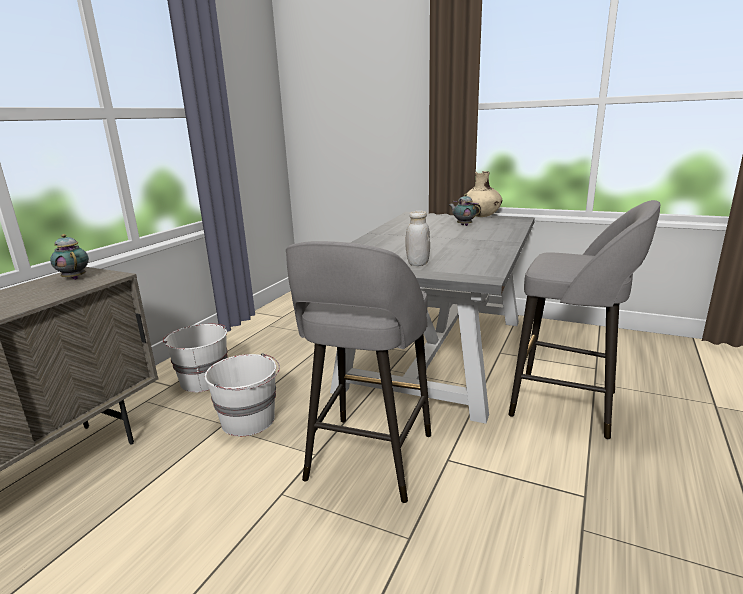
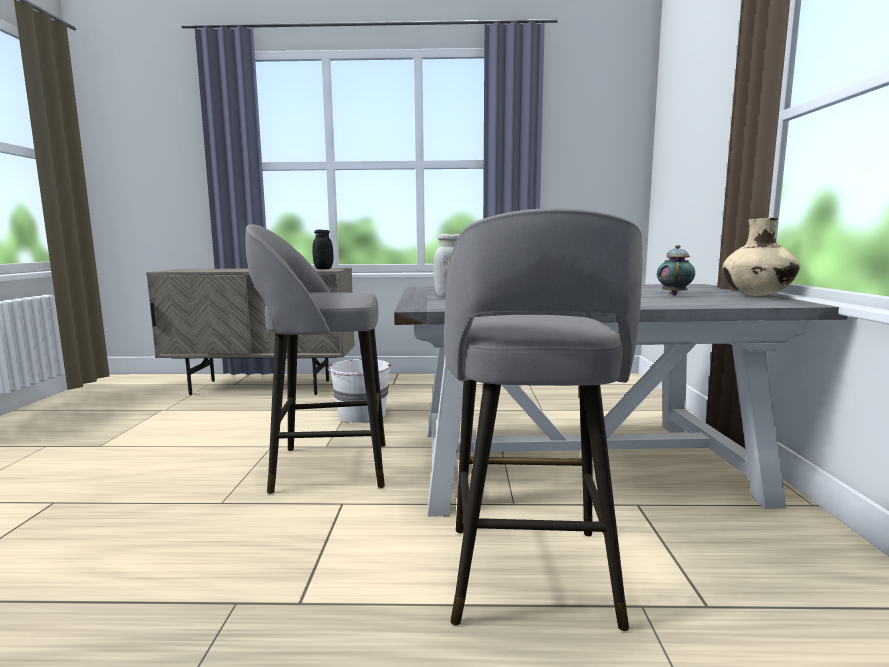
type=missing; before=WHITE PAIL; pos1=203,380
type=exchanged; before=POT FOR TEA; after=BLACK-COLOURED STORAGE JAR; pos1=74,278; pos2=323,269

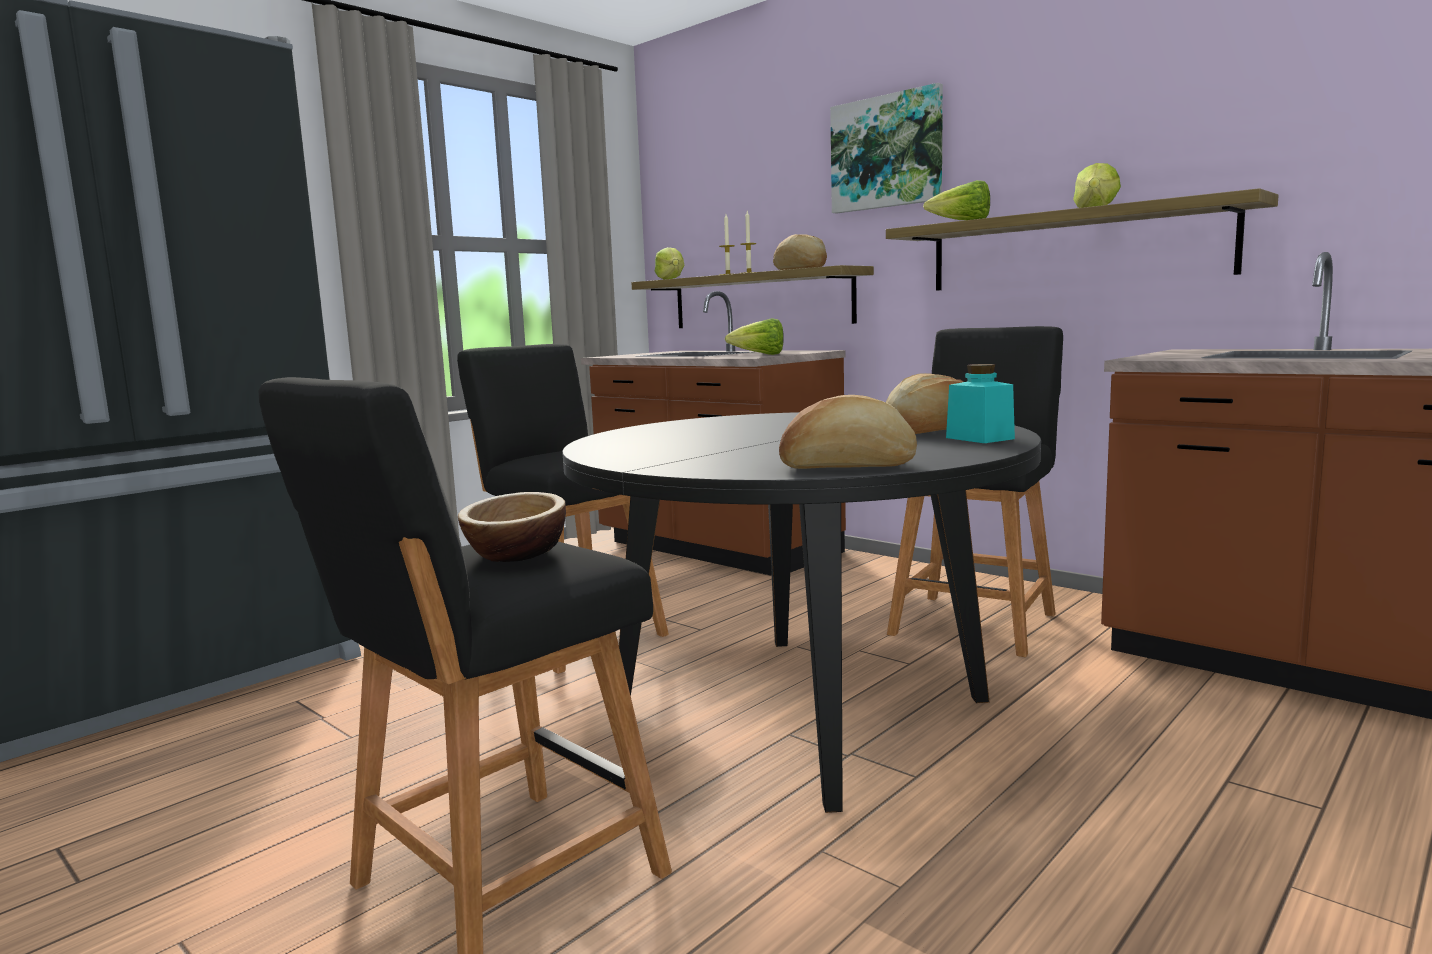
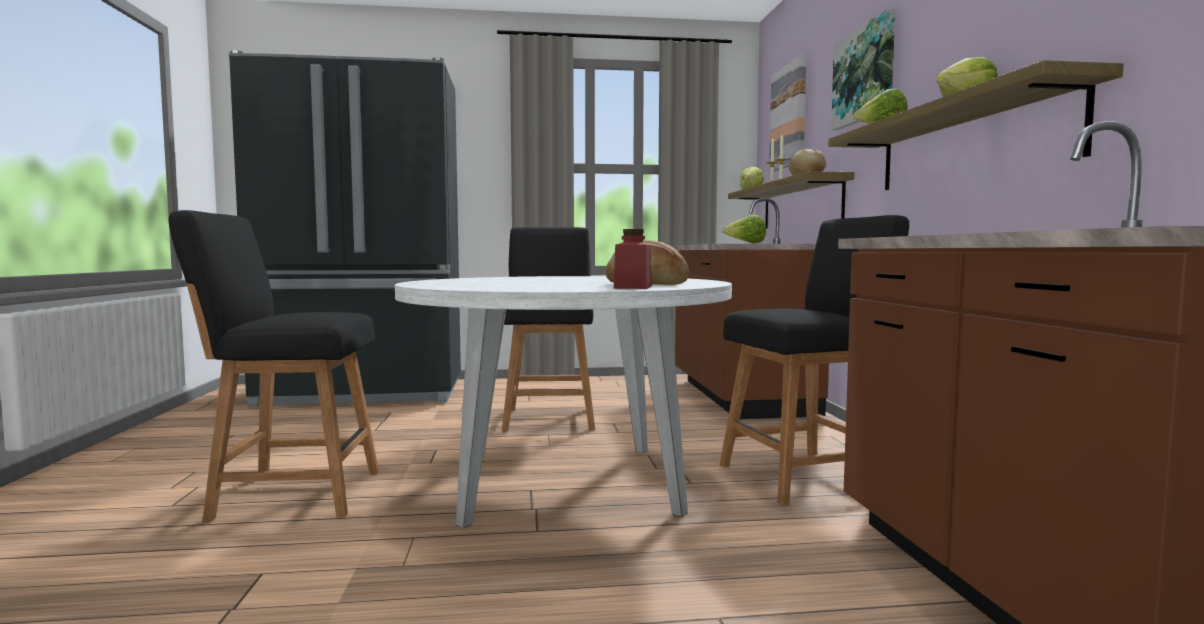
type=missing; before=DEEP DISH; pos1=516,553
type=missing; before=BREAD; pos1=847,467
type=appeared; after=WALL ART; pos2=789,117
type=colour; before=BLACK-COLOURED KITCHEN TABLE; after=WHITE KITCHEN TABLE; pos1=801,709; pos2=566,482
type=colour; before=TURQUOISE-COLOURED STORAGE JAR; after=REDDISH STORAGE JAR; pos1=979,438; pos2=633,287

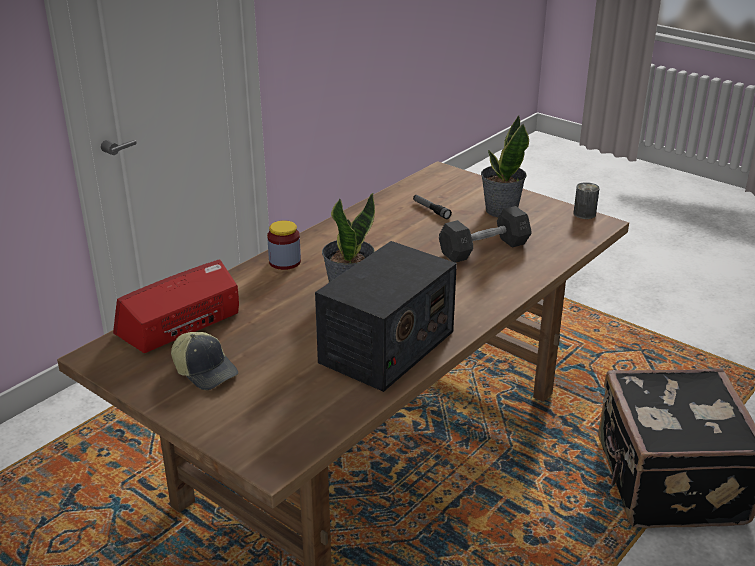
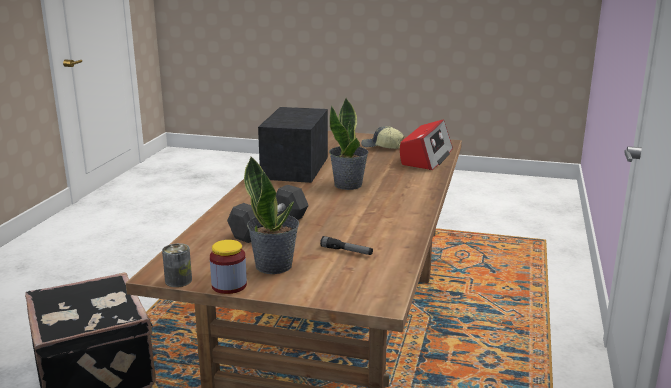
type=relocated; before=STORAGE JAR; pos1=285,262; pos2=229,285

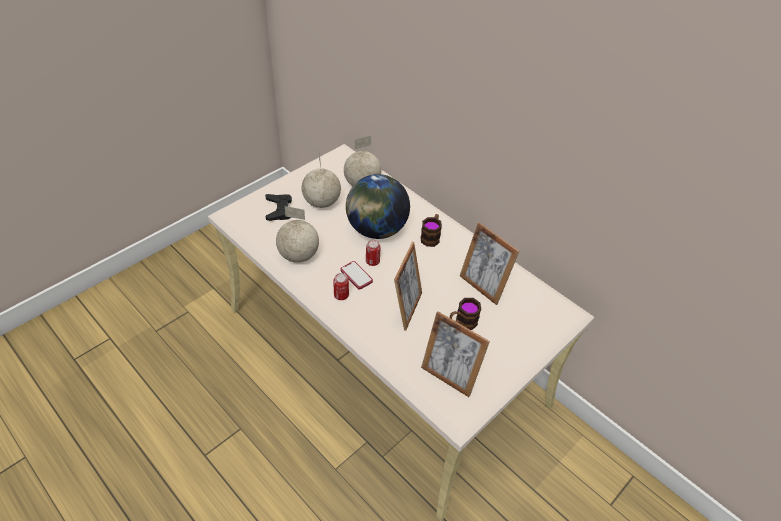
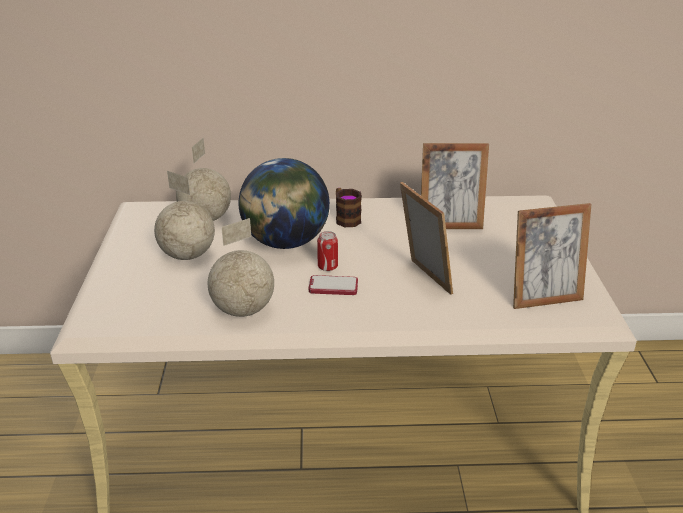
type=missing; before=BLACK-COLOURED GAME CONTROLLER; pos1=279,209
type=missing; before=SEALED CAN; pos1=341,295
type=missing; before=TEA MUG; pos1=462,323

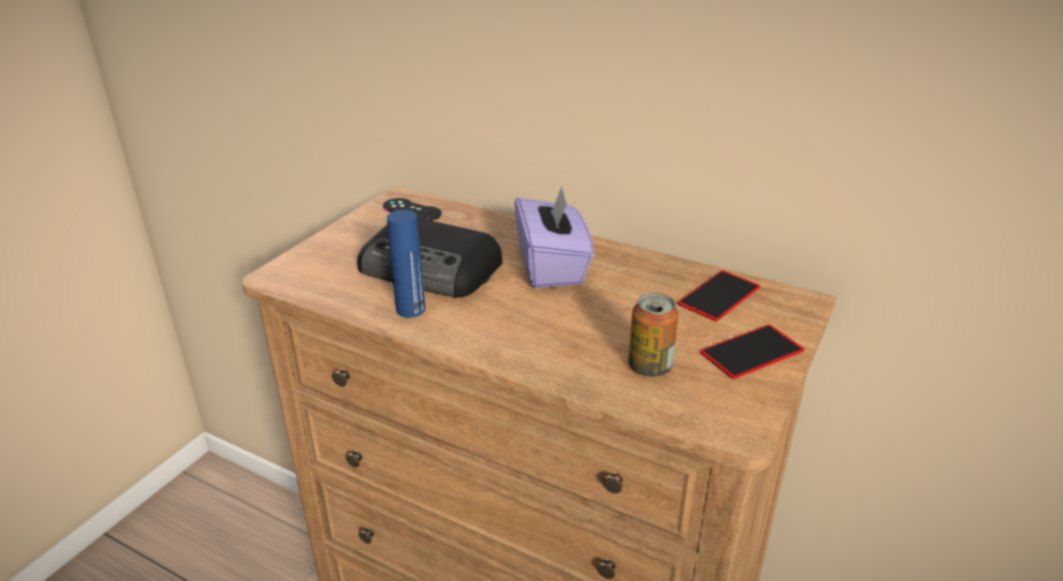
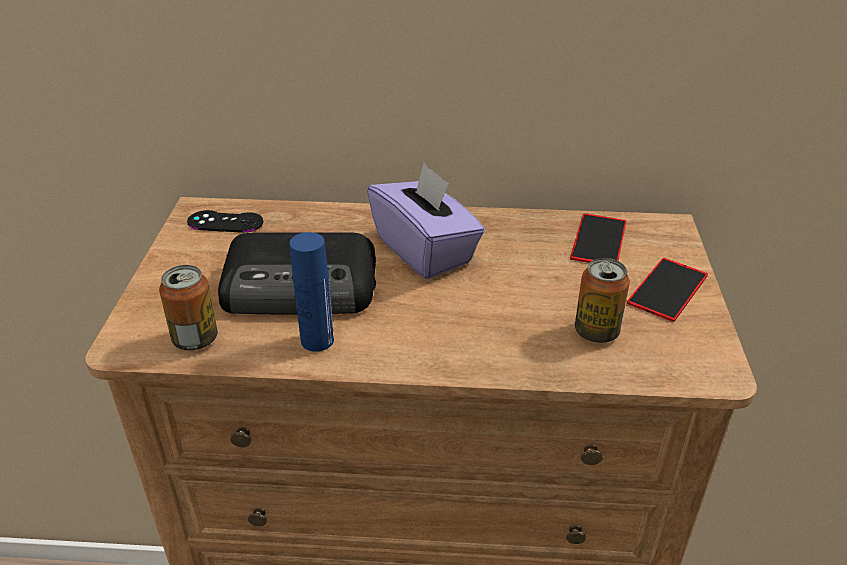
type=appeared; after=SEALED CAN; pos2=195,339

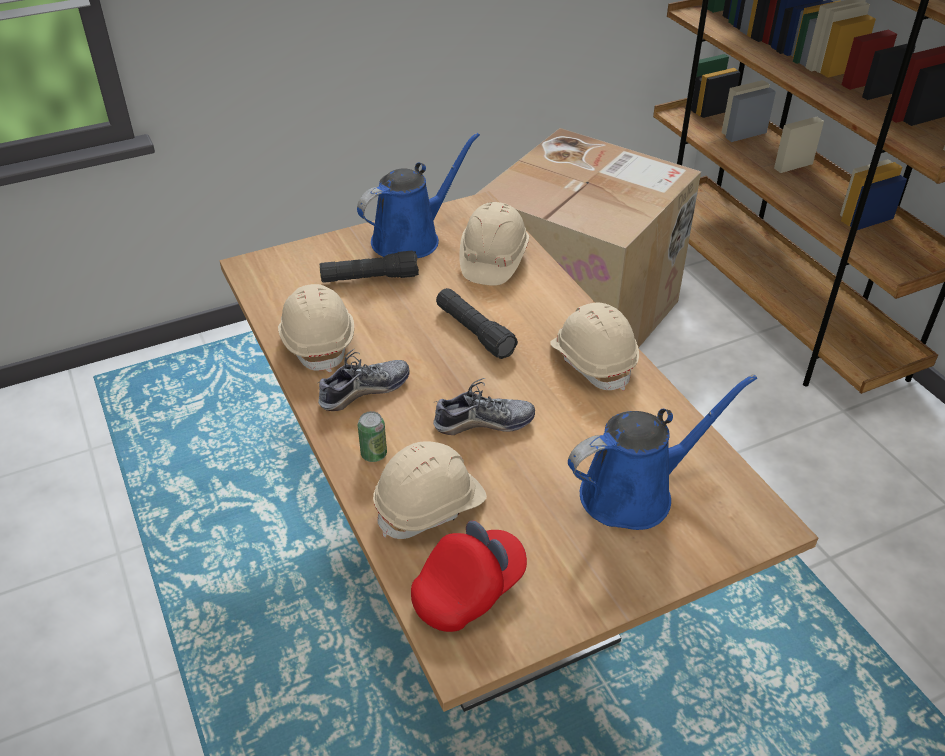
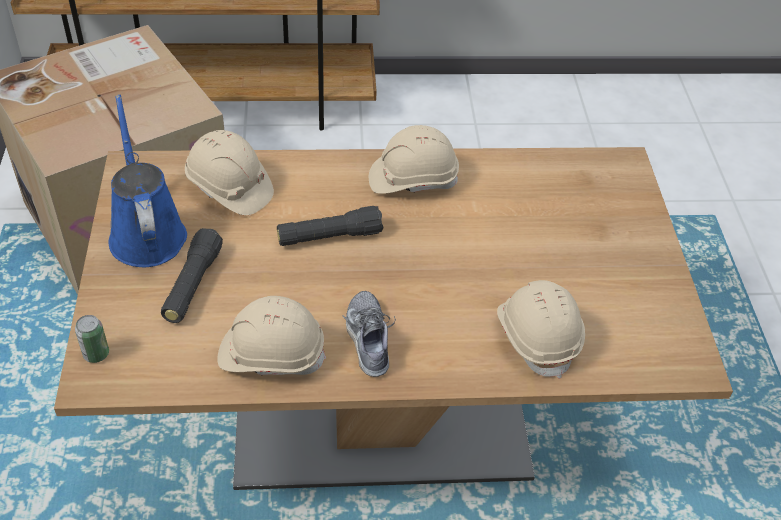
type=missing; before=REDDISH BASEBALL CAP; pos1=469,591
type=missing; before=ITEM OF FOOTWEAR; pos1=483,422
type=missing; before=BLUE-COLOURED WATERING CAN; pos1=635,492
type=relocated; before=SEALED CAN; pos1=374,454; pos2=96,354

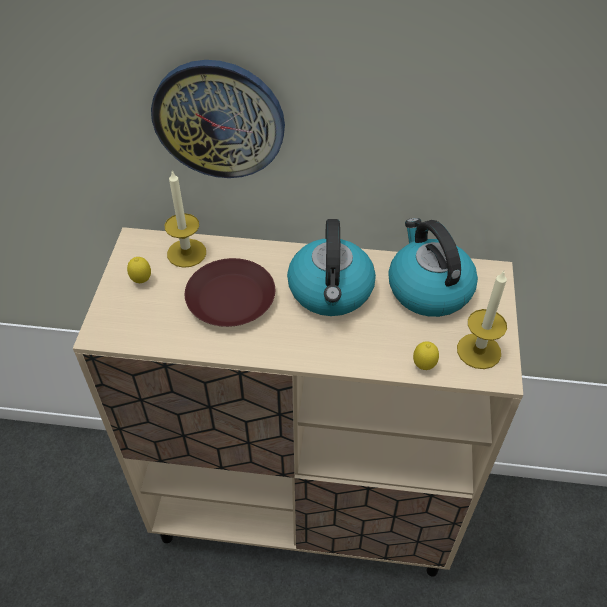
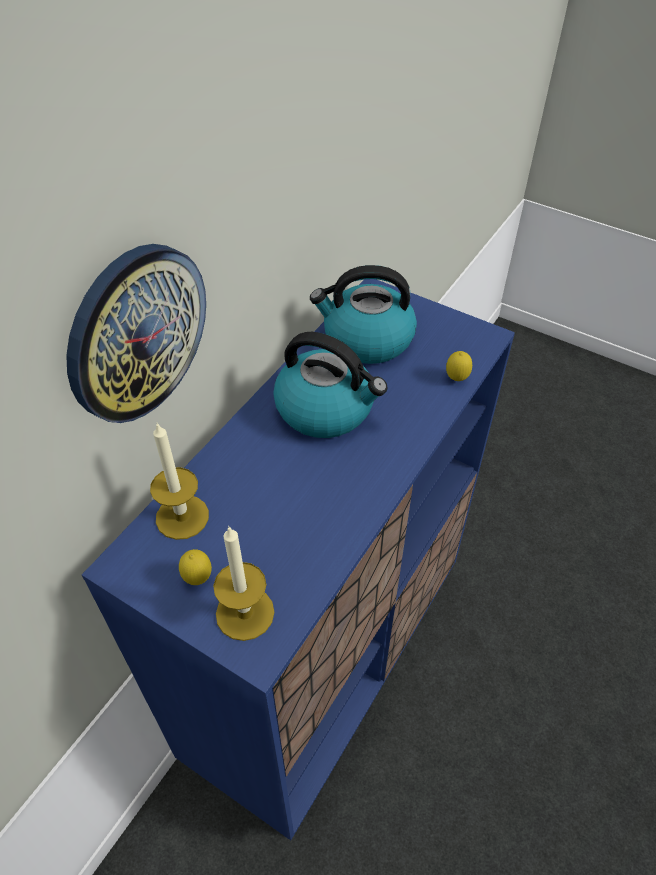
type=missing; before=BROWN-COLOURED PLATE; pos1=230,298
type=relocated; before=CANDLE; pos1=478,351; pos2=245,613
type=colour; before=SAND-COLOURED STORAGE CABINET; after=BLUE-COLOURED STORAGE CABINET; pos1=304,511; pos2=328,666

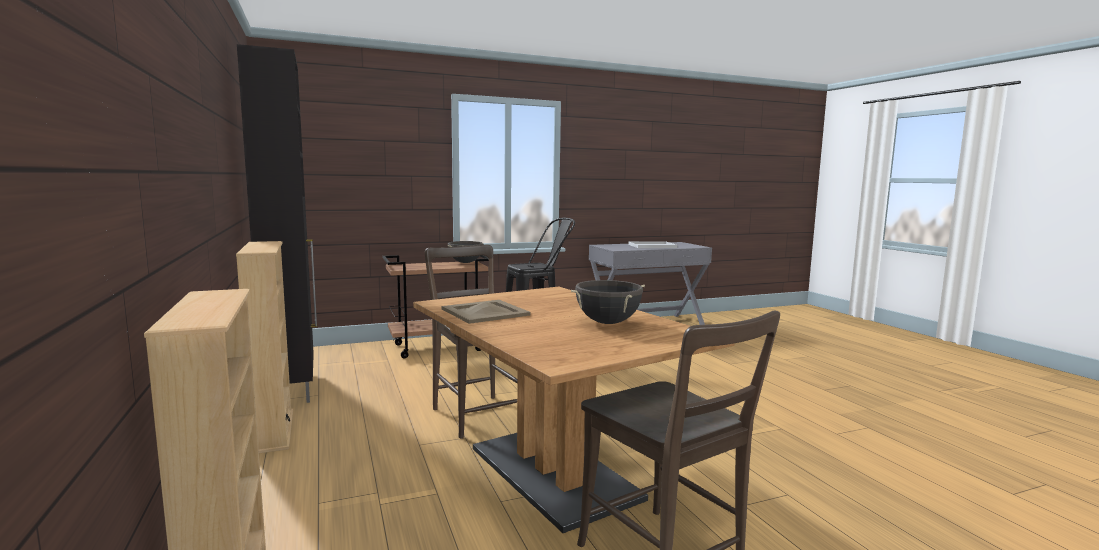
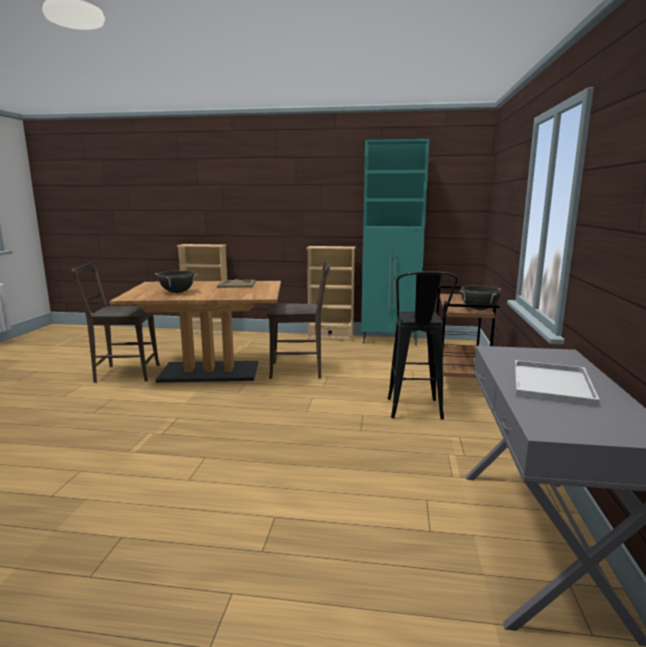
type=colour; before=BLACK-COLOURED STORAGE CABINET; after=TURQUOISE-COLOURED STORAGE CABINET; pos1=291,388; pos2=390,341

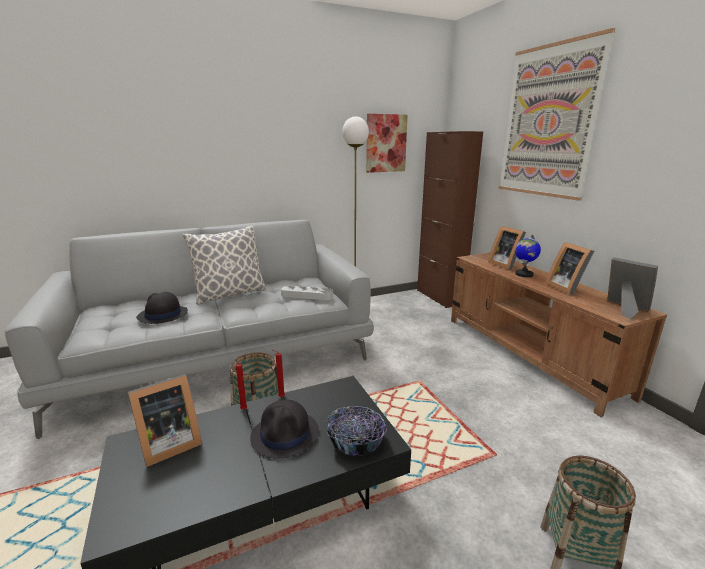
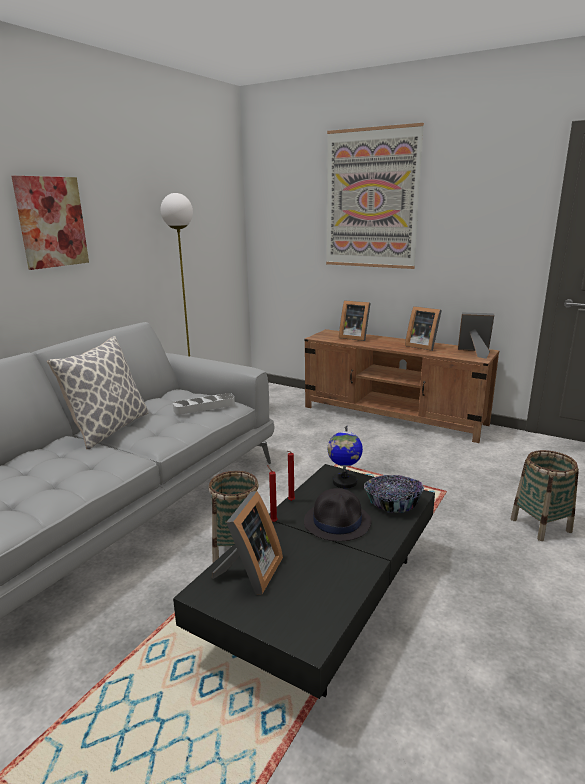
type=missing; before=BLACK-COLOURED HAT; pos1=162,315
type=missing; before=BROWN-COLOURED STORAGE CABINET; pos1=440,297
type=relocated; before=WALL ART; pos1=386,143; pos2=51,222
type=relocated; before=DESK GLOBE; pos1=523,274; pos2=344,482

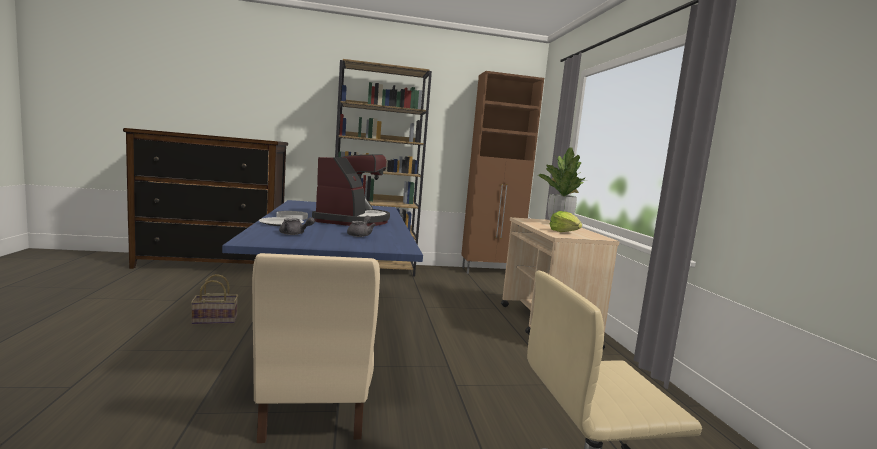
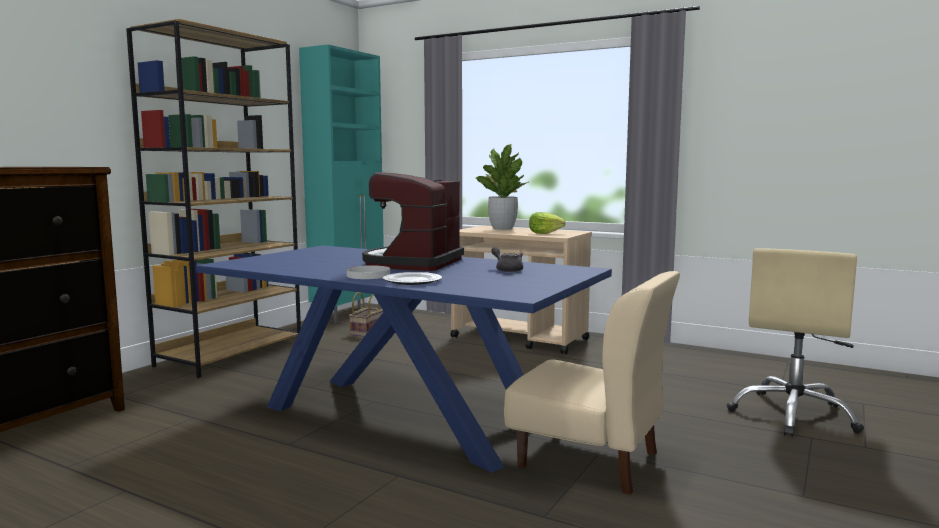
type=missing; before=GREY POT FOR TEA; pos1=294,234
type=relocated; before=HOUSEHOLD BASKET; pos1=216,319; pos2=367,332
type=colour; before=BROWN-COLOURED STORAGE CABINET; after=TURQUOISE-COLOURED STORAGE CABINET; pos1=490,271; pos2=349,313
type=spun; before=COFFEE MACHINE; pos1=353,220; pos2=413,263; turn=-120

